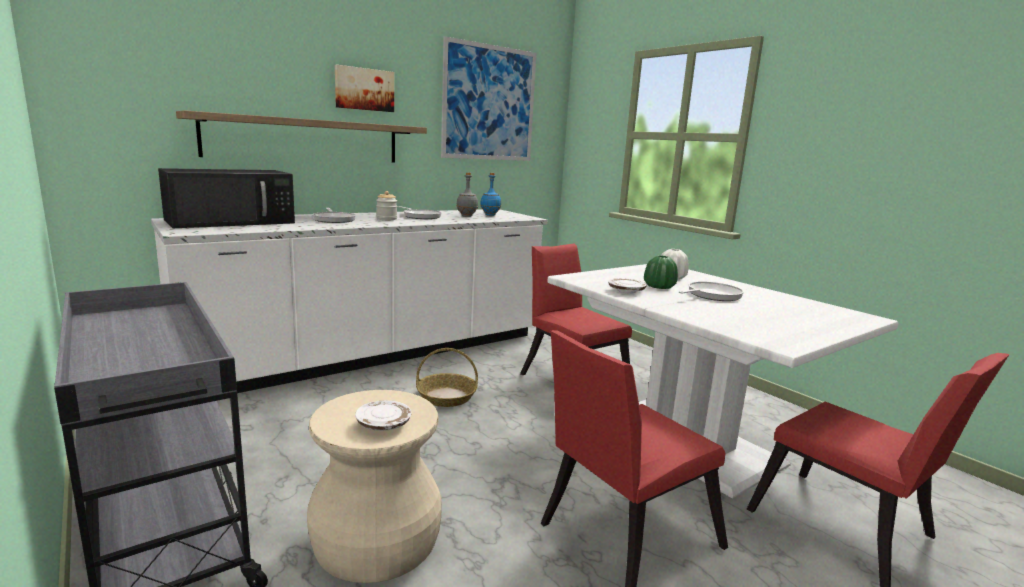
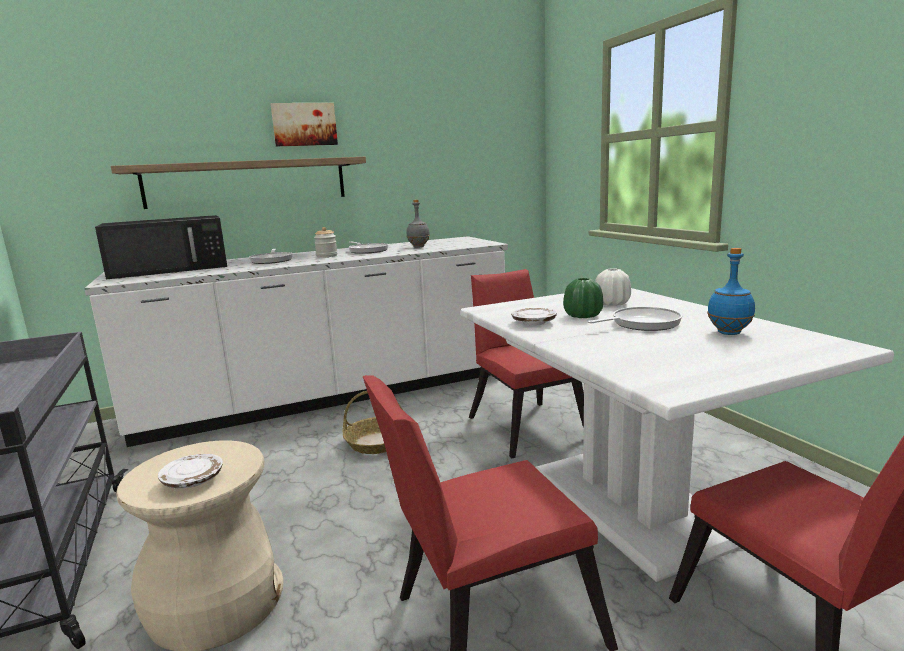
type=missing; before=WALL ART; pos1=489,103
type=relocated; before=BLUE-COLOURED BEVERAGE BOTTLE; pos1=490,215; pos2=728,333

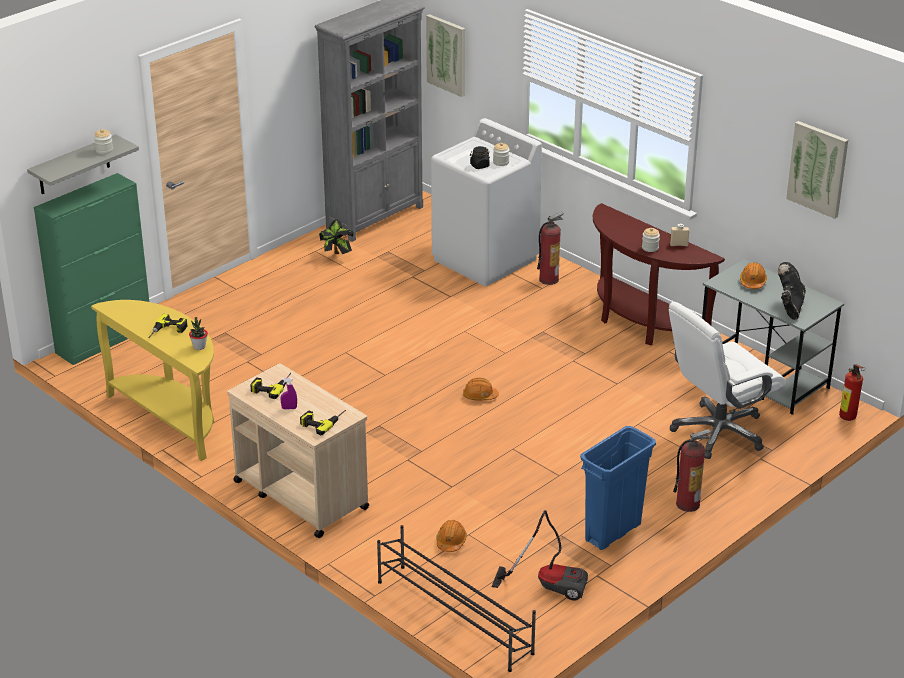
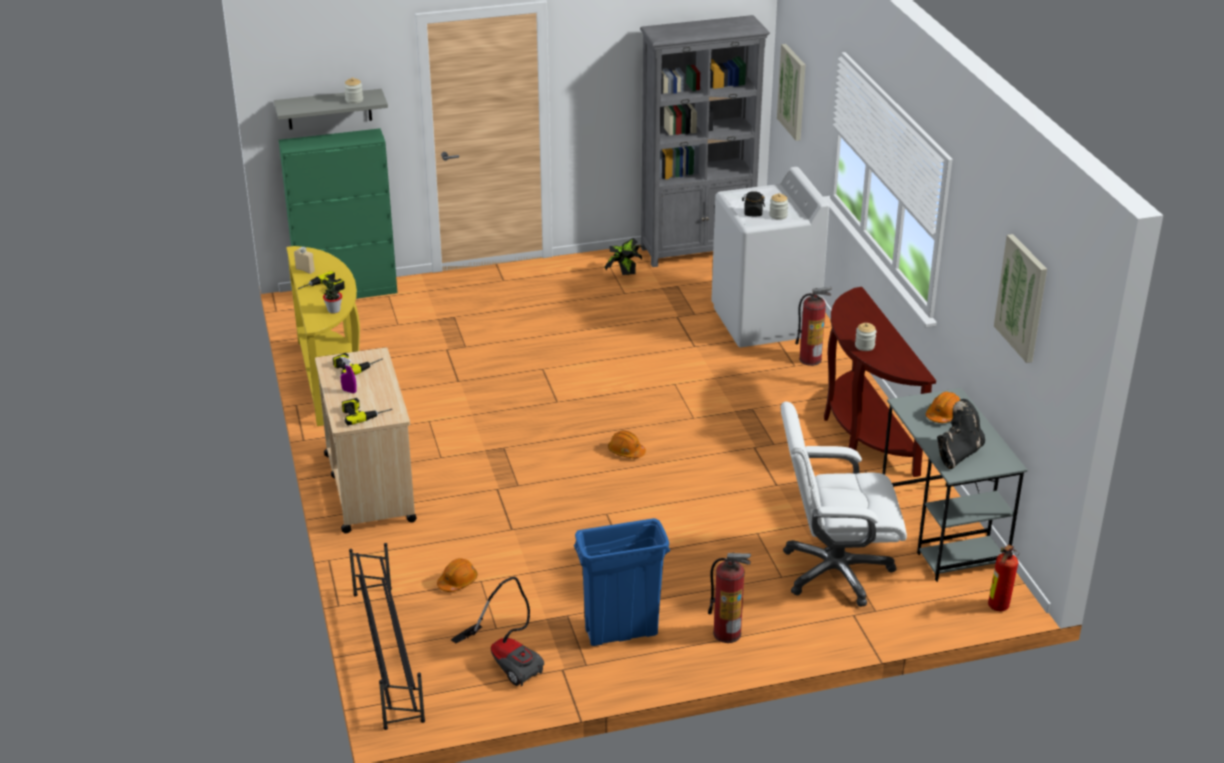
type=relocated; before=SAND-COLOURED BEVERAGE BOTTLE; pos1=679,245; pos2=305,270

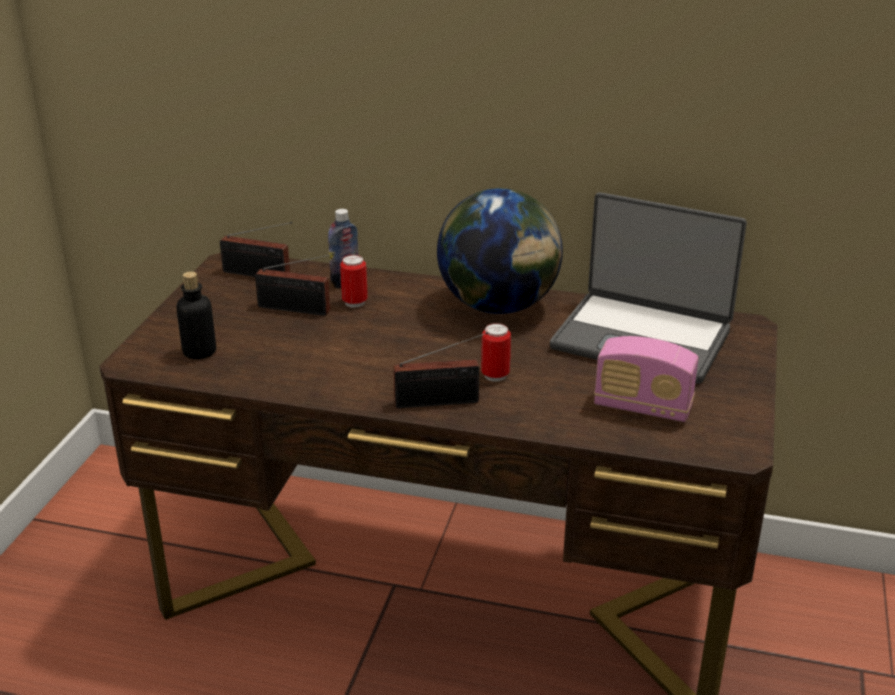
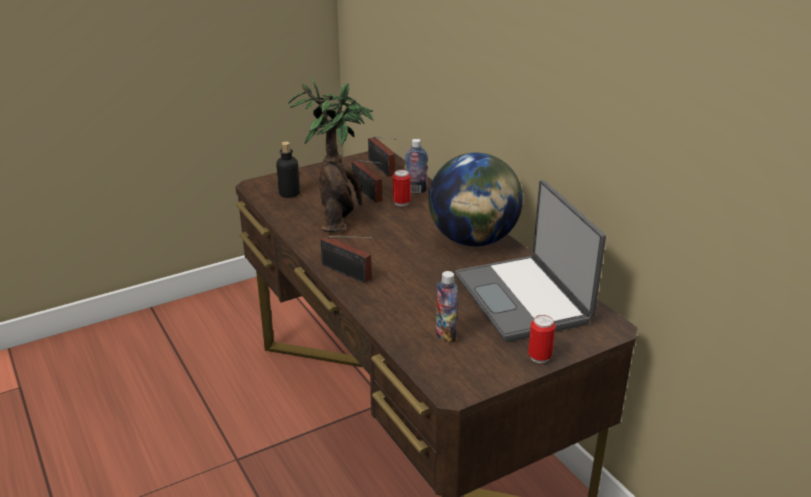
type=appeared; after=PLANT IN A POT; pos2=339,220
type=relocated; before=SEALED CAN; pos1=495,375; pos2=539,357
type=exchanged; before=RADIO SET; after=BEVERAGE BOTTLE; pos1=642,407; pos2=445,335

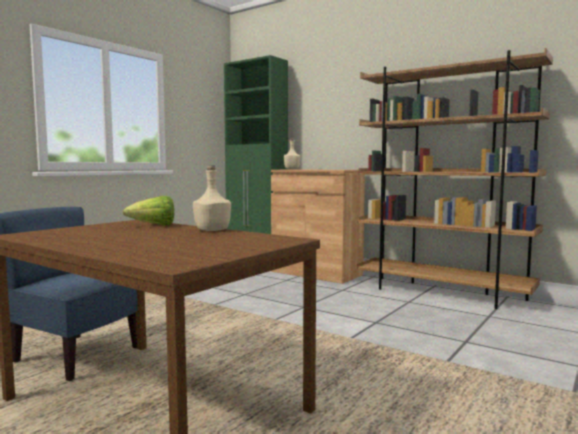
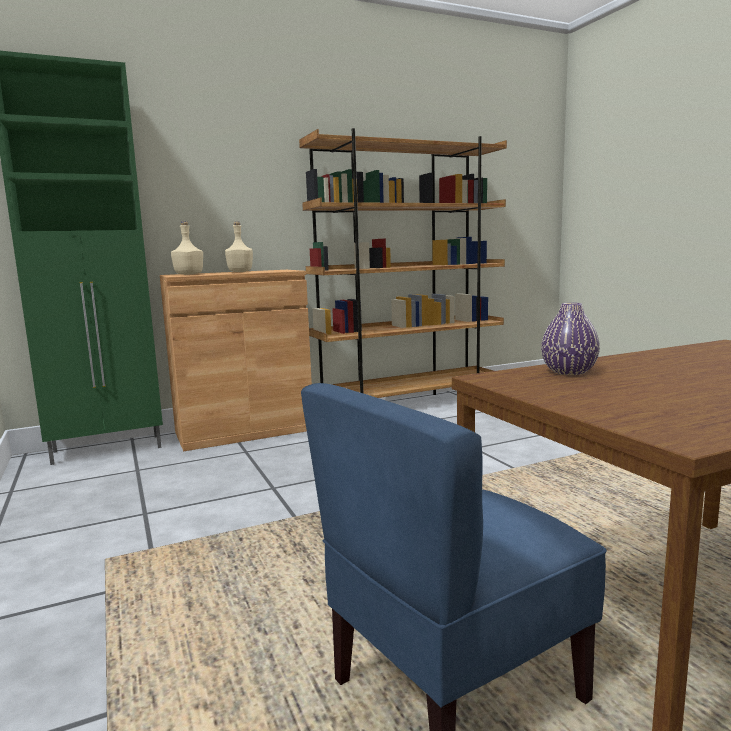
type=relocated; before=SAND-COLOURED BEVERAGE BOTTLE; pos1=212,230; pos2=239,272
type=exchanged; before=LETTUCE; after=PURPLE-COLOURED FLOWER VASE; pos1=154,225; pos2=569,372

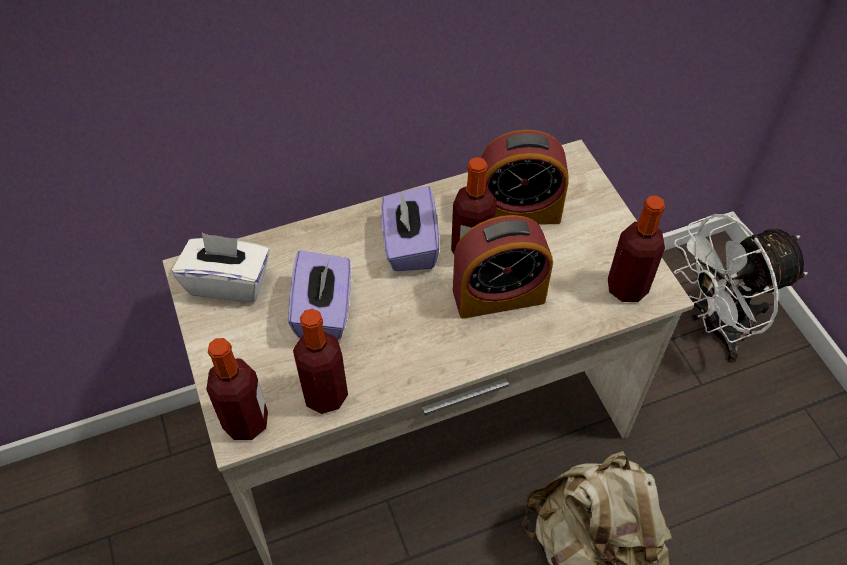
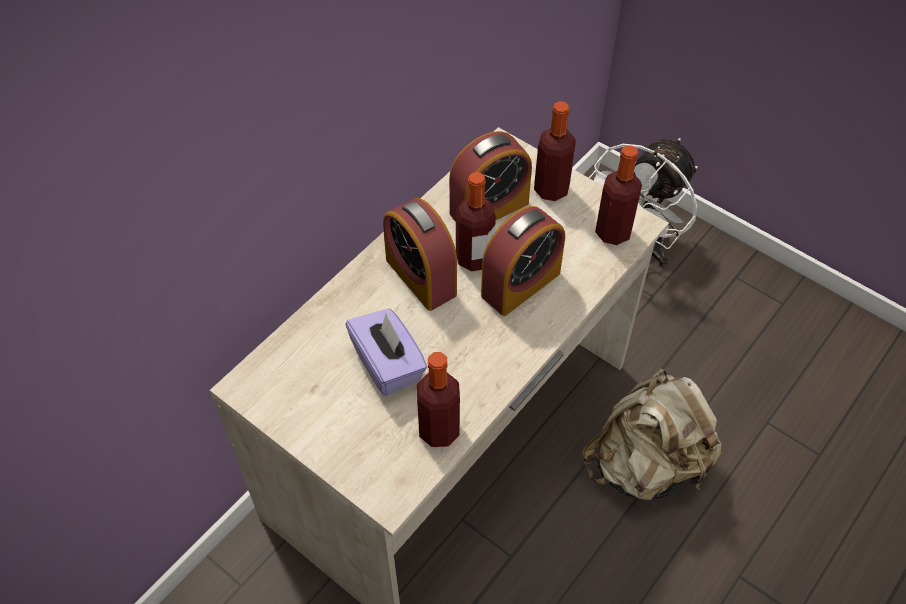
type=missing; before=WHITE TISSUE HOLDER; pos1=228,282
type=relocated; before=BEVERAGE BOTTLE; pos1=246,422; pos2=551,189
type=exchanged; before=PURPLE-COLOURED TISSUE HOLDER; after=ALARM CLOCK; pos1=409,246; pos2=421,277

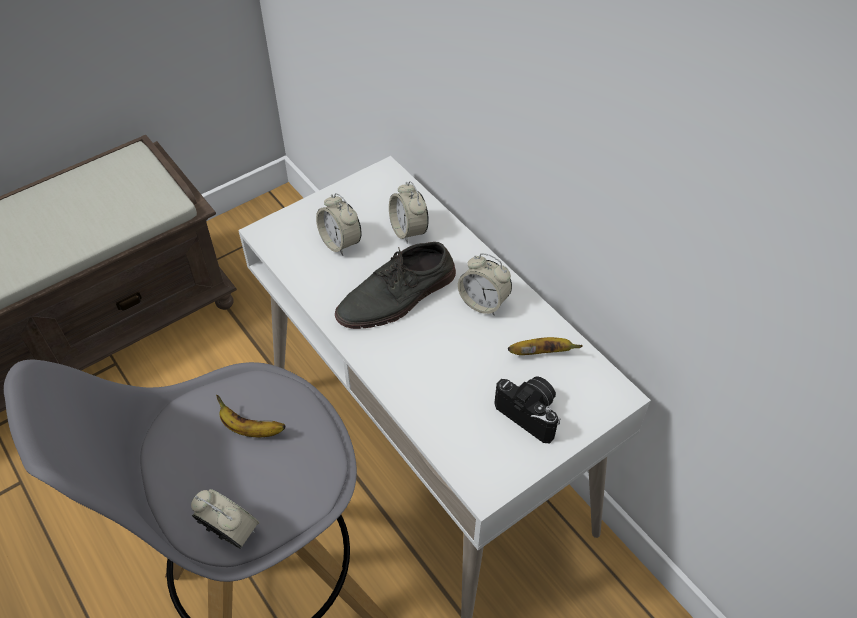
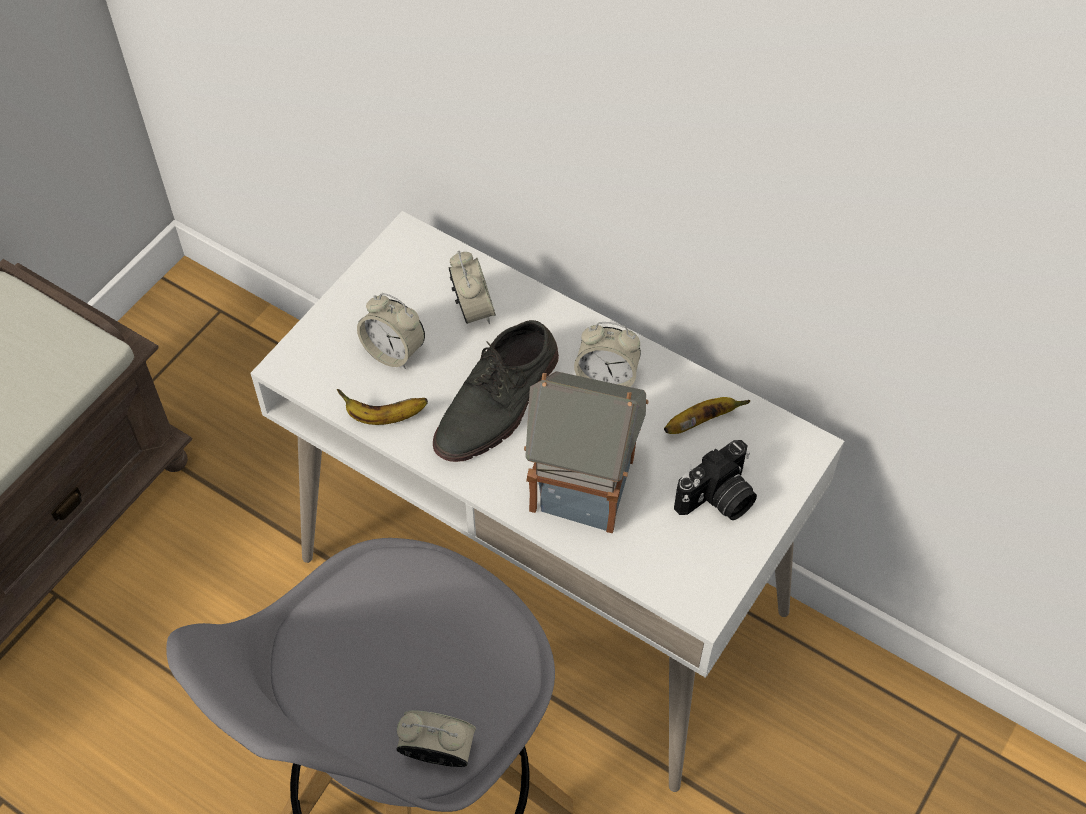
type=appeared; after=MINIATURE HOUSE; pos2=585,485
type=relocated; before=BANANA FRUIT; pos1=250,429; pos2=384,417
type=spun; before=ALARM CLOCK; pos1=408,230; pos2=473,310; turn=-150
type=spun; before=PHOTO CAMERA; pos1=531,413; pos2=718,499; turn=120

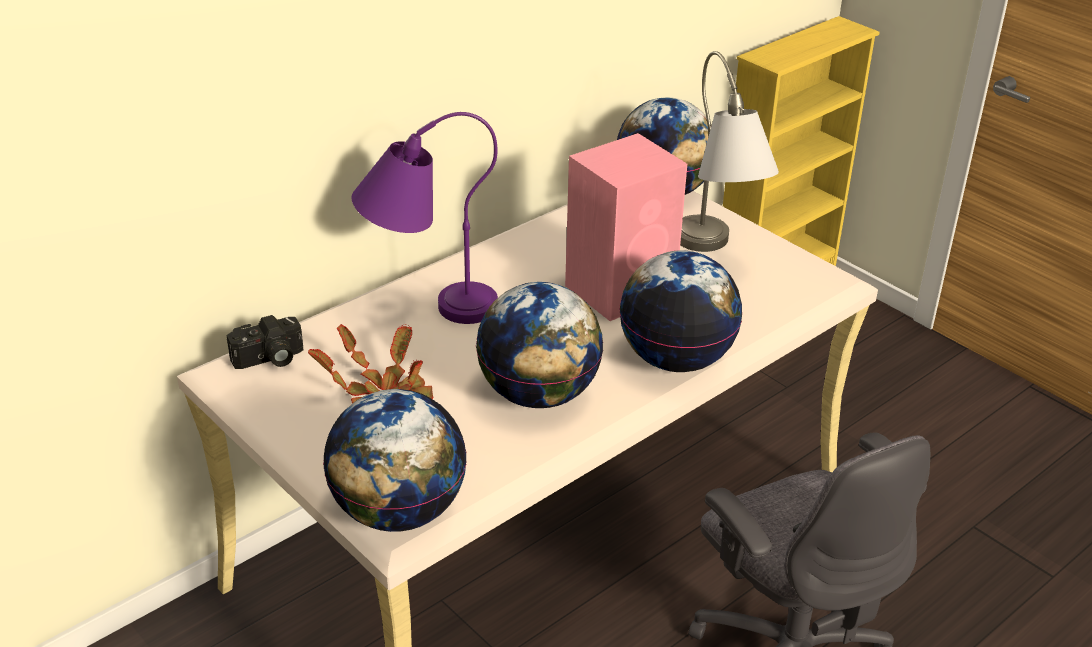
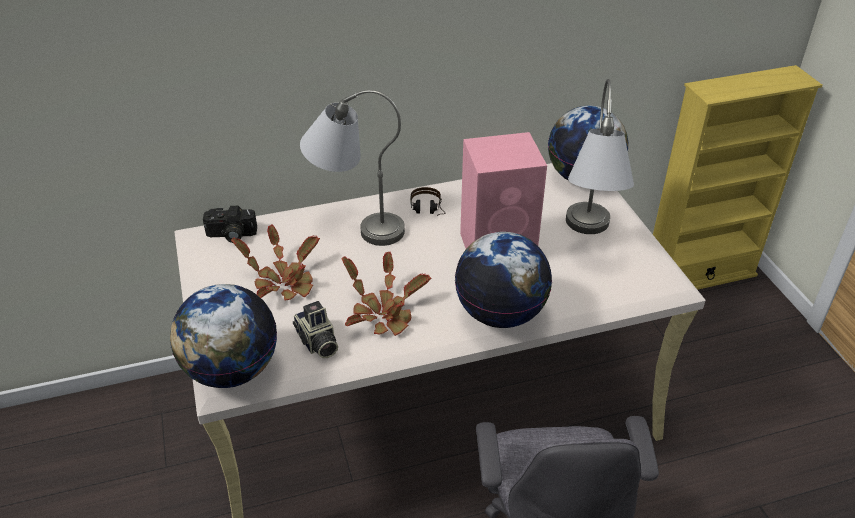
type=appeared; after=PHOTO CAMERA; pos2=317,343
type=appeared; after=HEADPHONES; pos2=427,211
type=exchanged; before=DESK GLOBE; after=PLANT IN A POT; pos1=538,395; pos2=383,312
type=colour; before=PURPLE-COLOURED TABLE LAMP; after=GREY TABLE LAMP; pos1=426,306; pos2=355,224

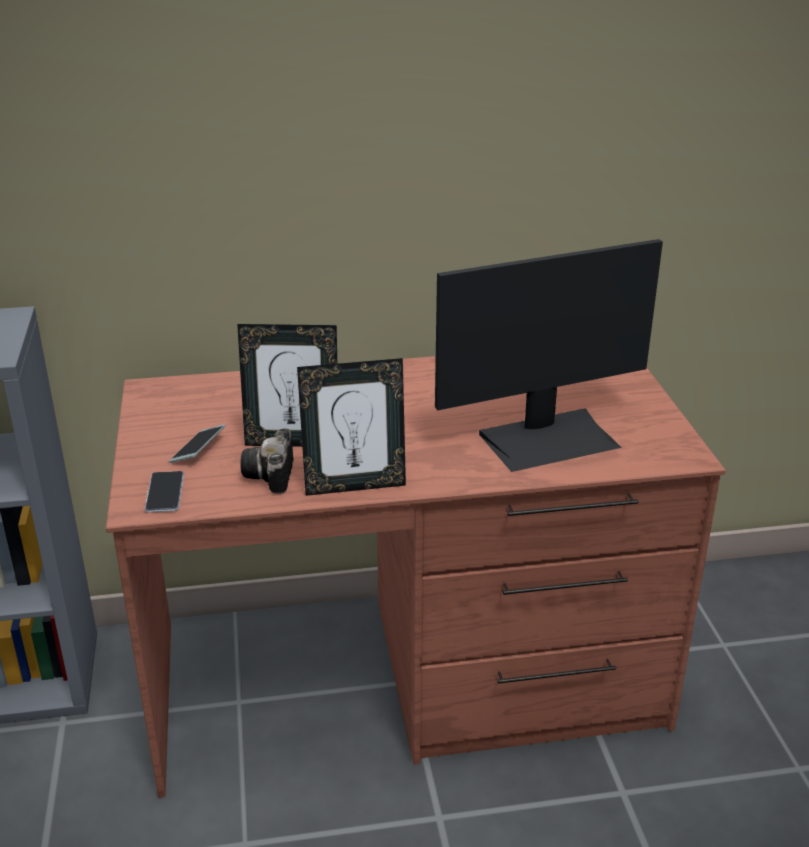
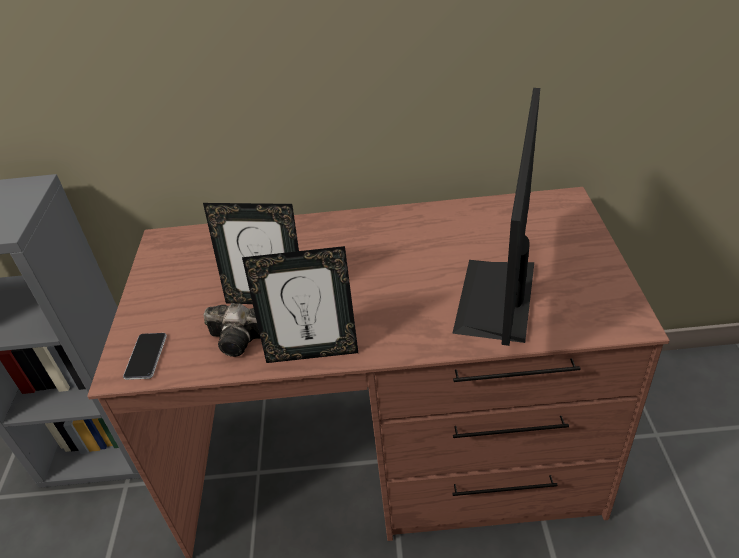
type=missing; before=HANDSET; pos1=198,450
type=spun; before=PHOTO CAMERA; pos1=271,476; pos2=241,339; turn=-90
type=spun; before=COMPUTER SCREEN; pos1=548,438; pos2=498,299; turn=120

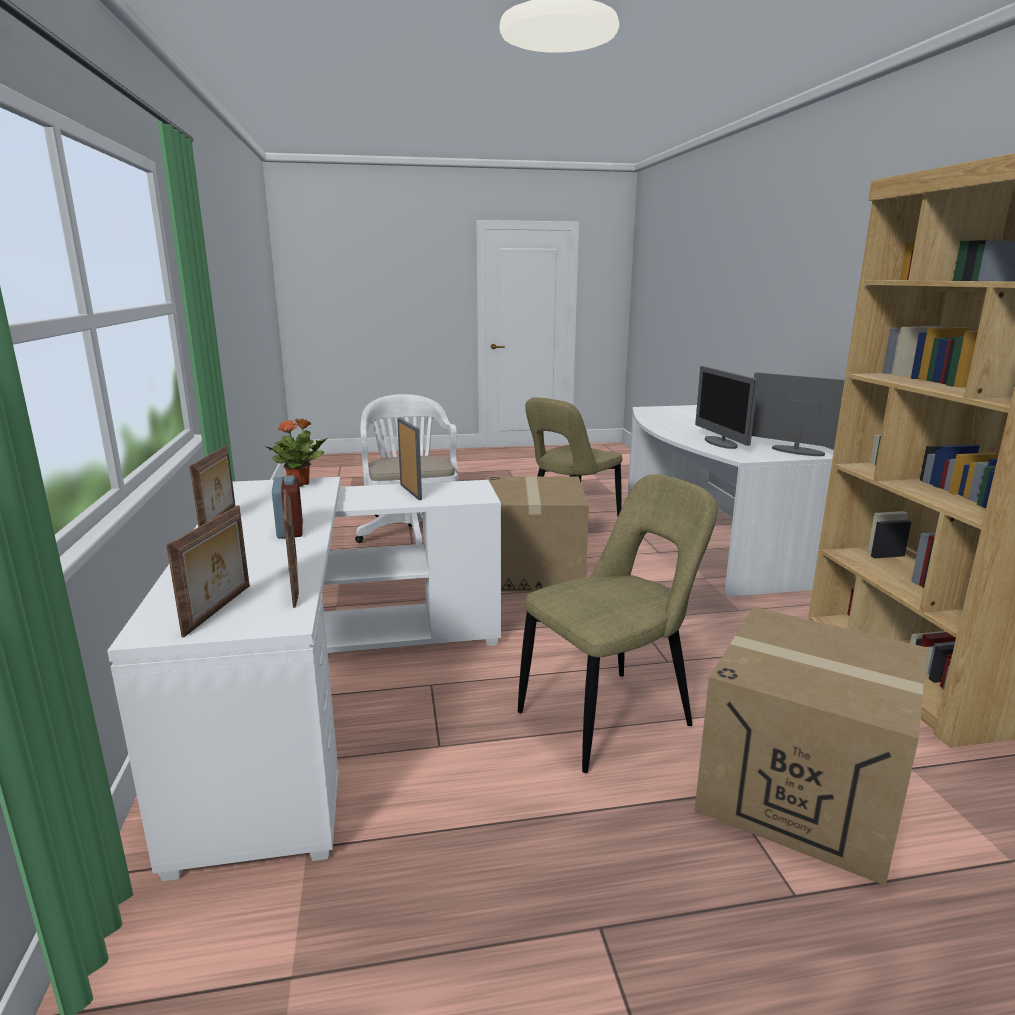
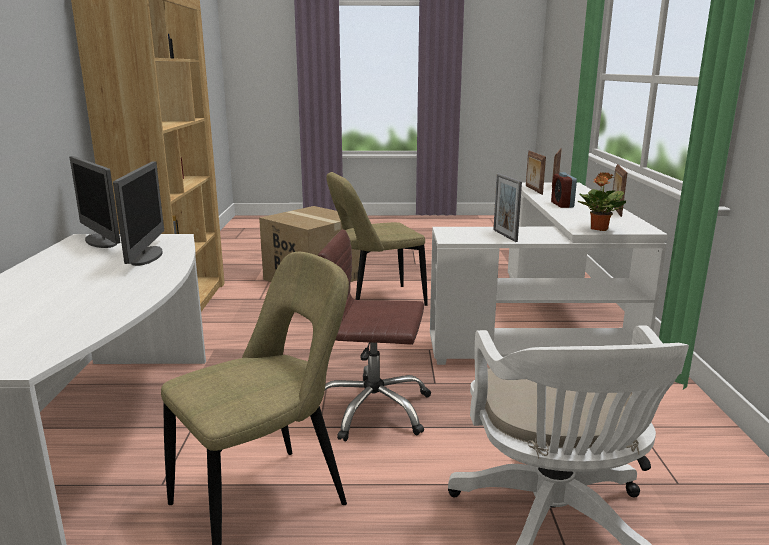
type=exchanged; before=CARTON; after=BROWN-COLOURED COMPUTER CHAIR; pos1=533,571; pos2=373,409

